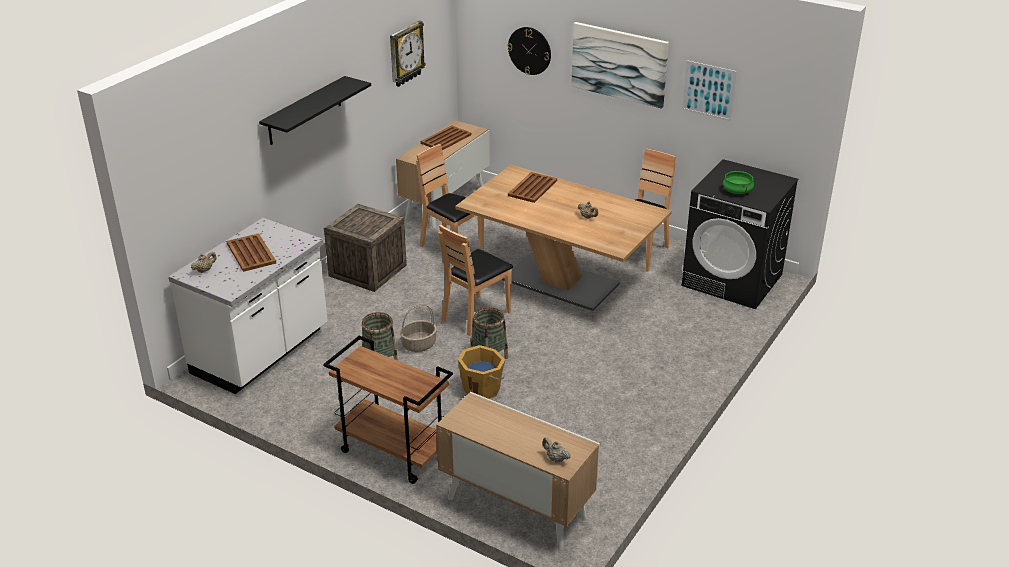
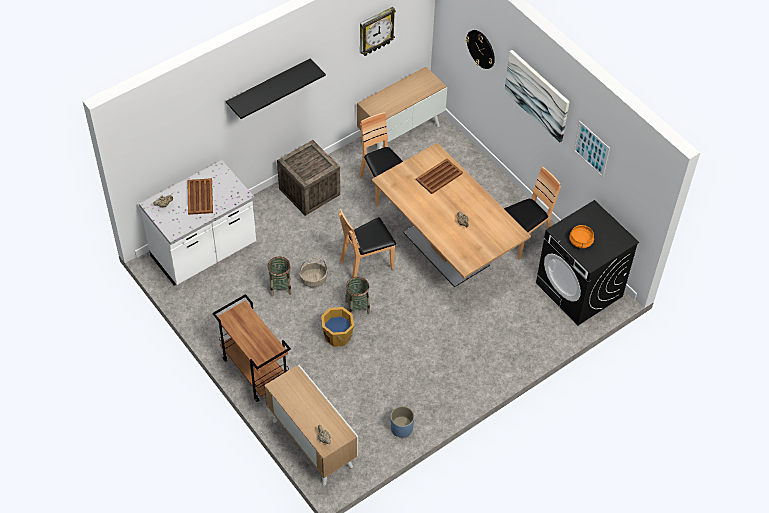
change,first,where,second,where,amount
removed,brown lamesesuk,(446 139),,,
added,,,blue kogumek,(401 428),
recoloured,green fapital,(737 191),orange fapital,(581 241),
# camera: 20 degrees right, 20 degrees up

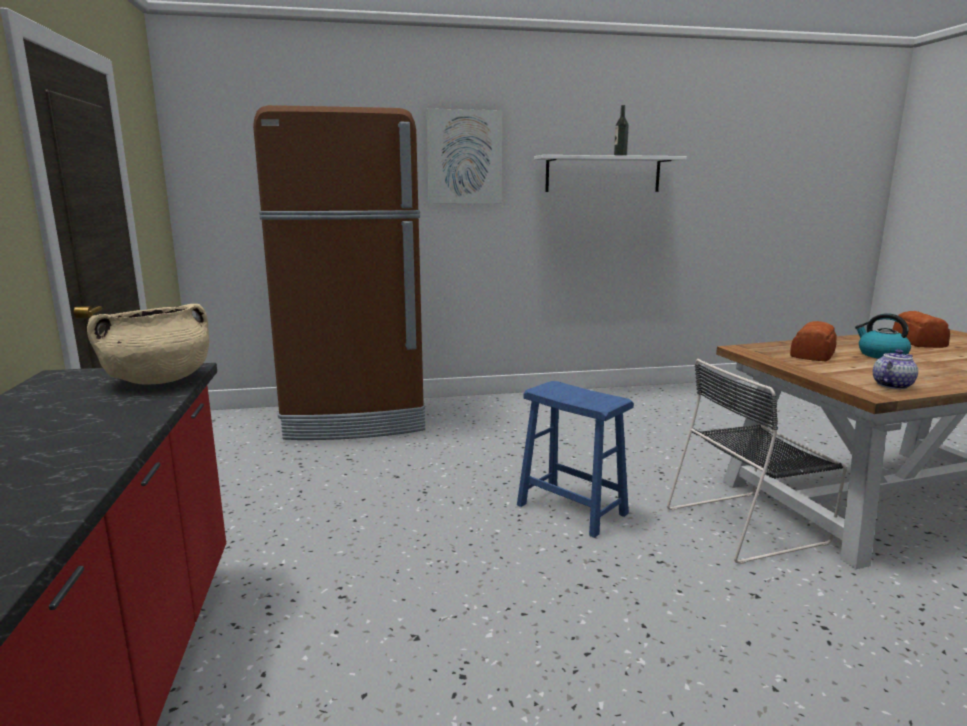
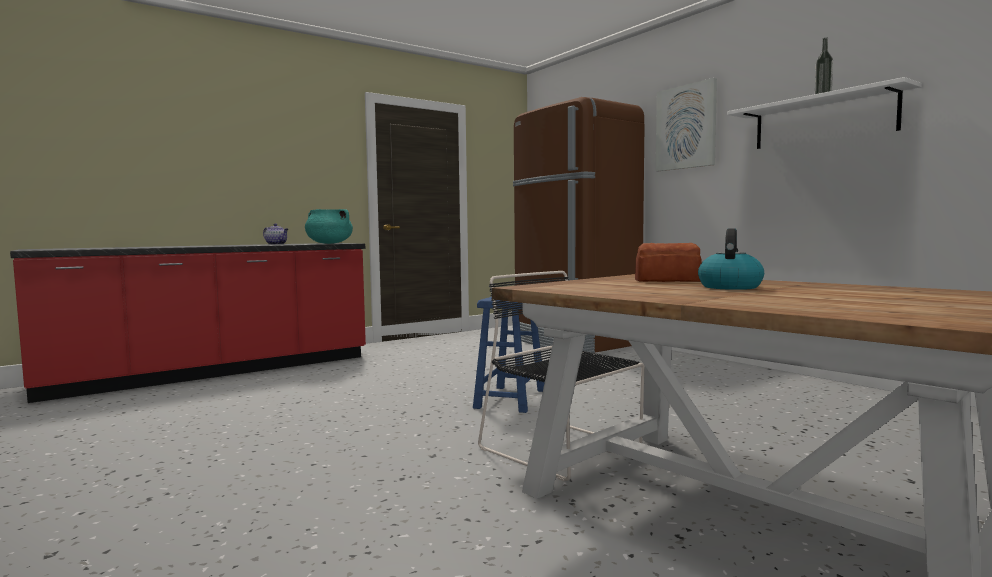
change,first,where,second,where,amount
removed,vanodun,(918 342),,,
moved,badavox,(892 385),,(276 244),
recoloured,beige fapital,(159 380),turquoise fapital,(329 243),
# camera: 65 degrees right, 10 degrees down

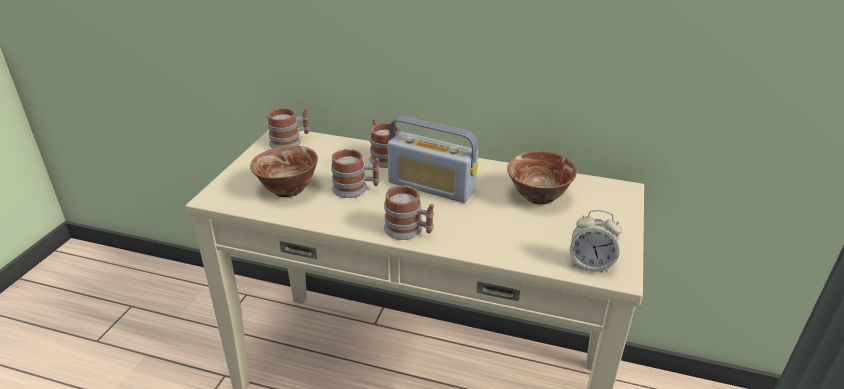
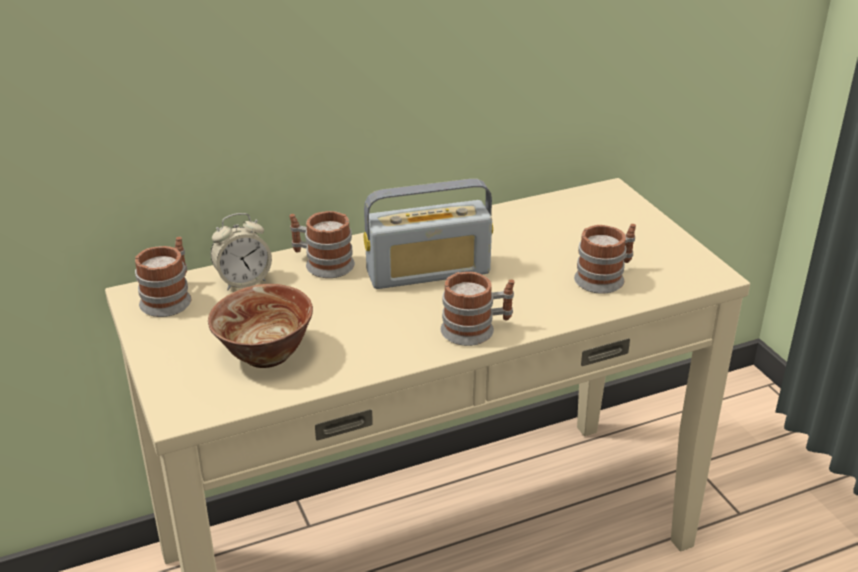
change,first,where,second,where,amount
removed,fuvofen,(538 196),,,
moved,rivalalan,(356 189),,(605 277),
moved,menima,(590 264),,(243 281),
# camera: 40 degrees left, 0 degrees up

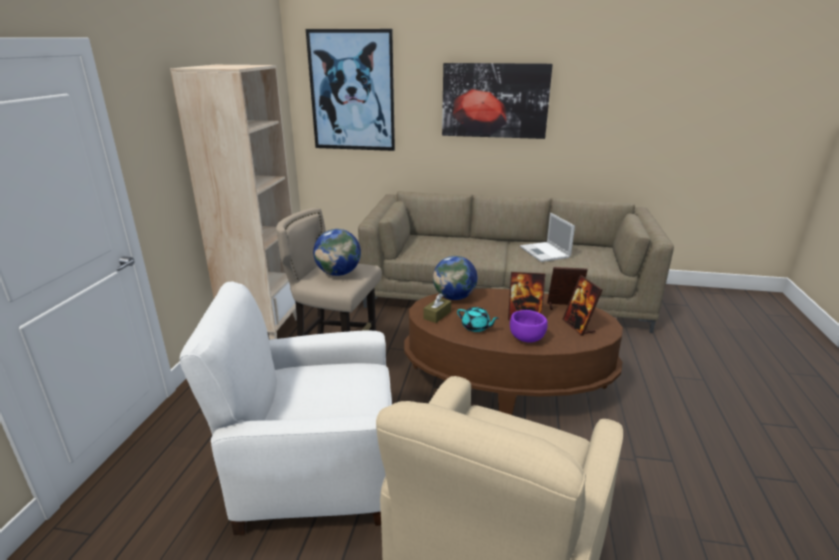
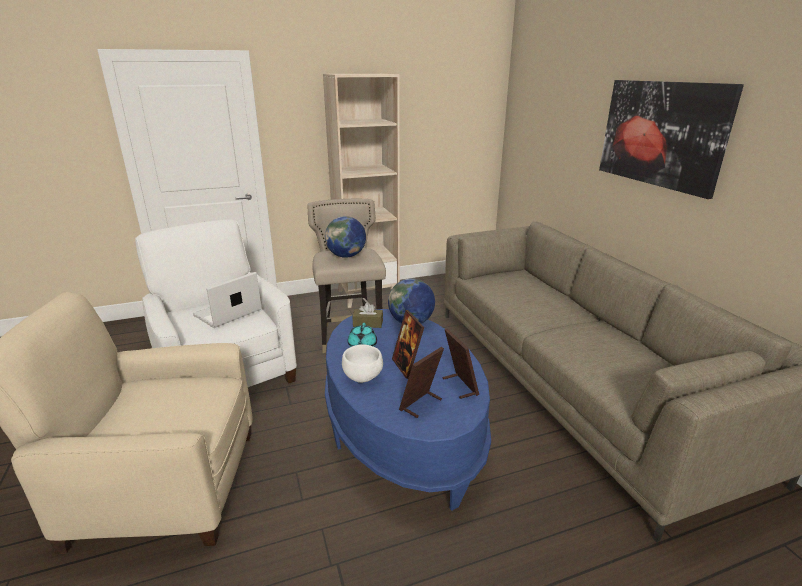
change,first,where,second,where,amount
removed,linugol,(352 91),,,
moved,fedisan,(545 252),,(227 313),
recoloured,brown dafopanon,(506 382),blue dafopanon,(402 430),
recoloured,purple fuvofen,(527 339),white fuvofen,(362 377),
# camera: 60 degrees right, 0 degrees up

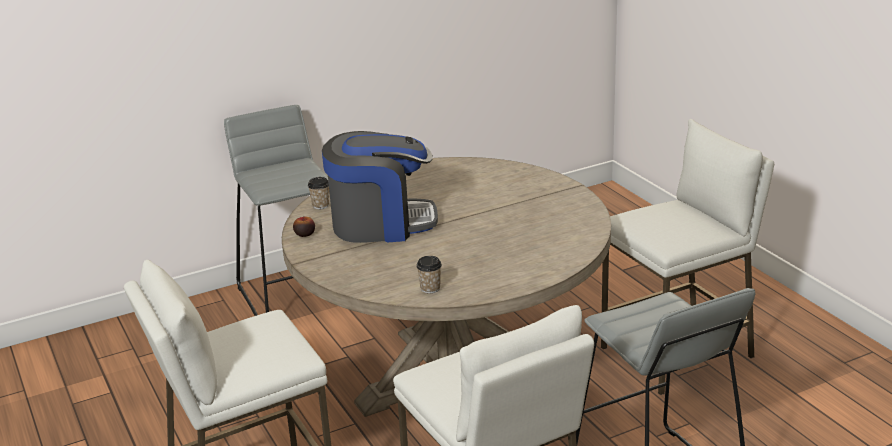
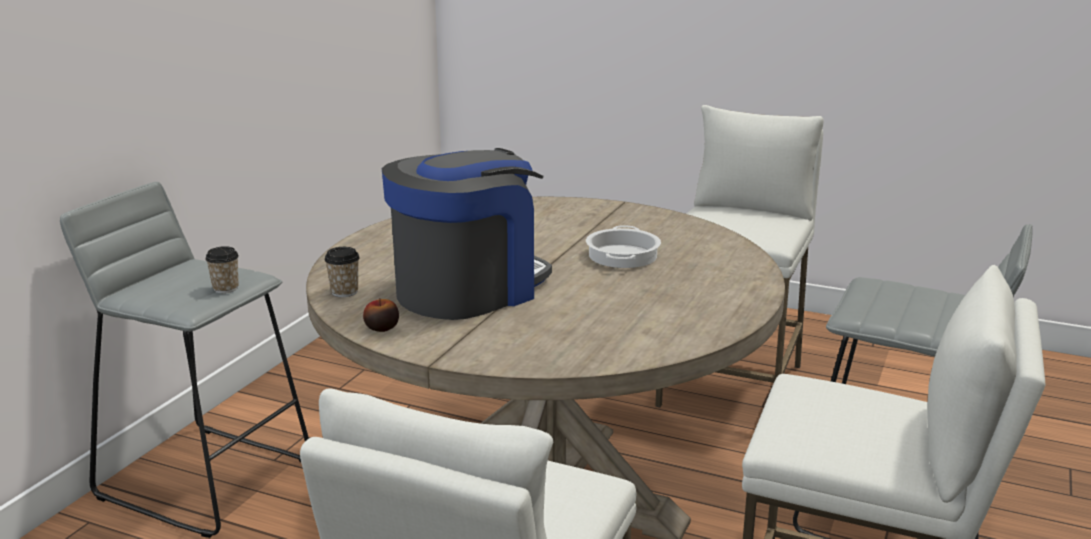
change,first,where,second,where,amount
added,,,fapital,(622 255),
moved,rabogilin,(430 288),,(225 288),
# camera: 40 degrees left, 5 degrees down

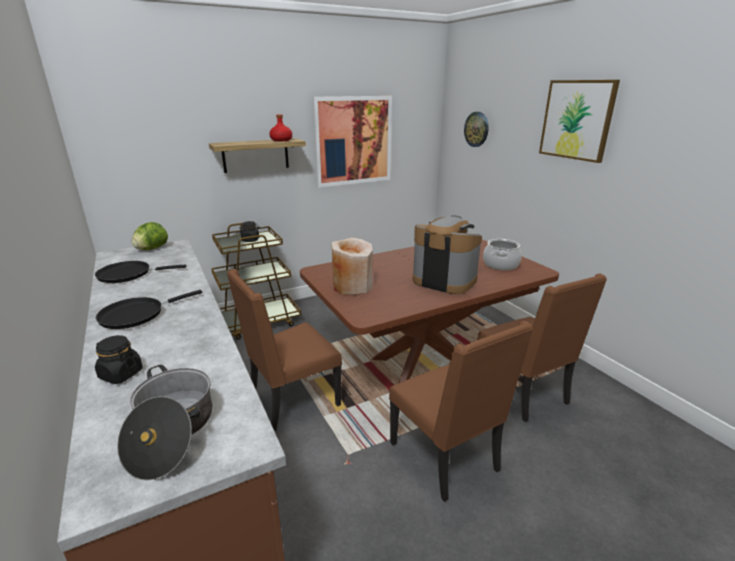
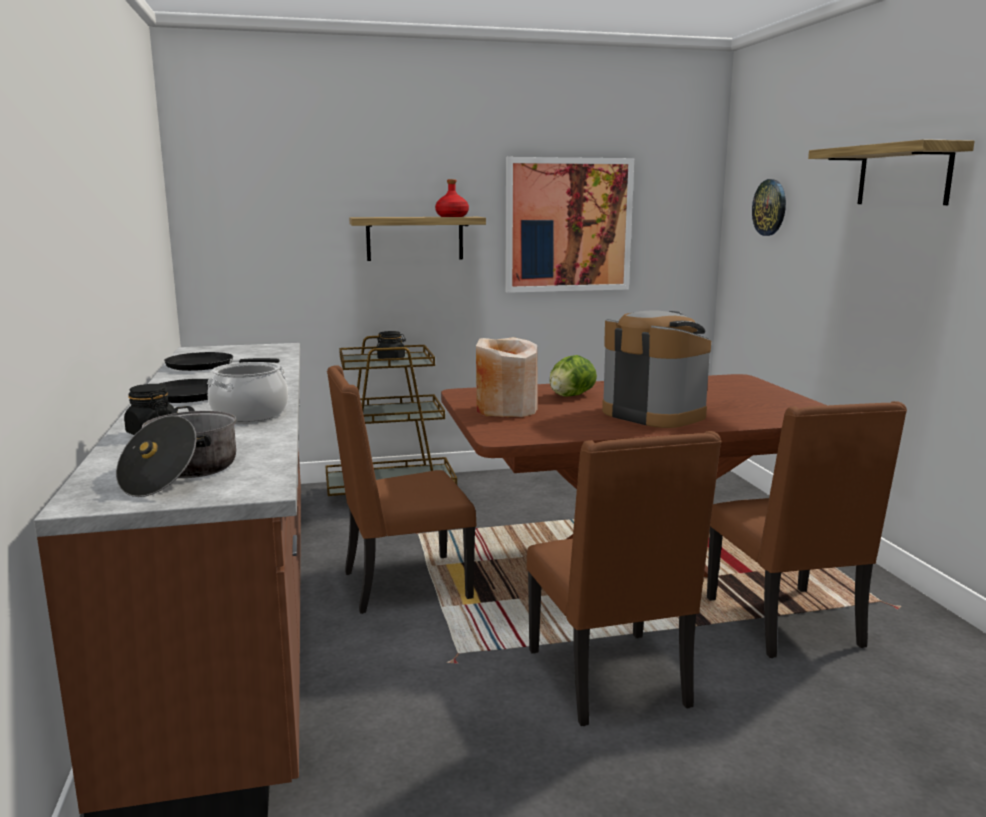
change,first,where,second,where,amount
moved,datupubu,(151 249),,(570 396),
moved,fapital,(501 265),,(250 414),
replaced,linugol,(577 120),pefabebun,(903 175),
# camera: 15 degrees right, 10 degrees down

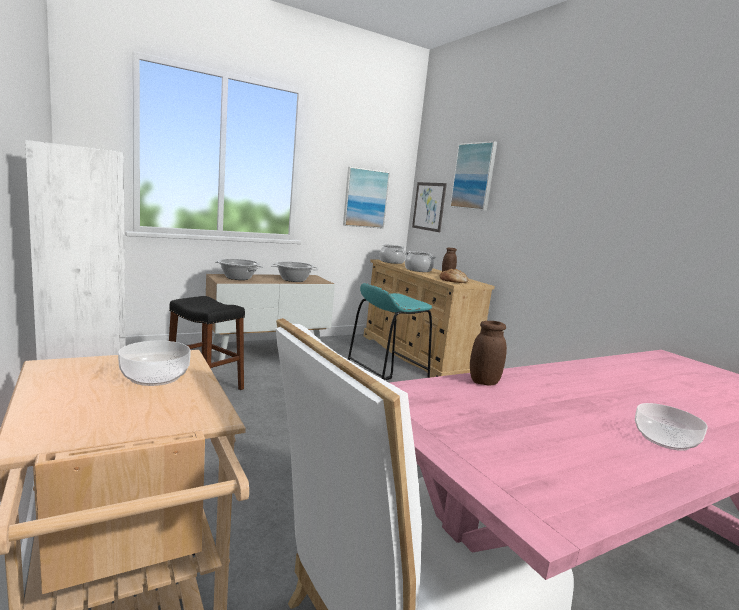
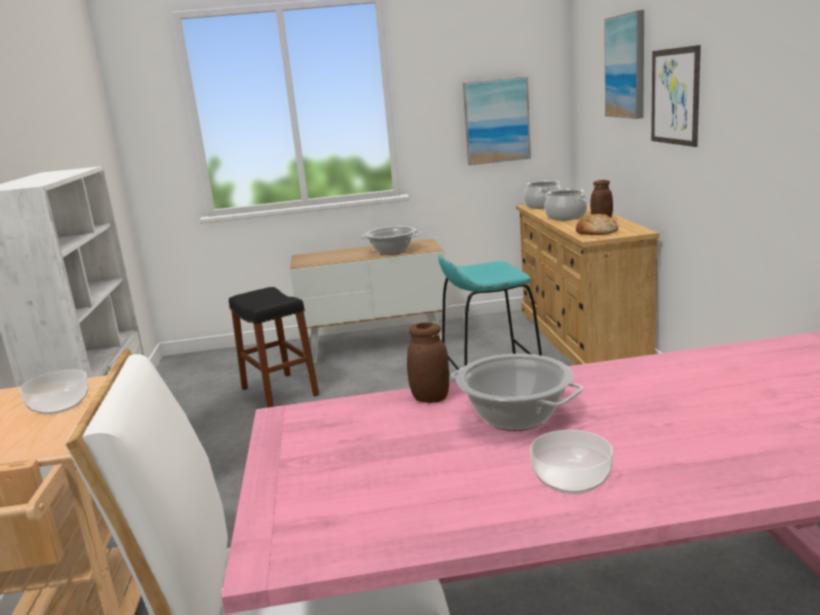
change,first,where,second,where,amount
moved,fapital,(238 278),,(515 417),
moved,linugol,(429 206),,(675 96),
# camera: 25 degrees right, 5 degrees up

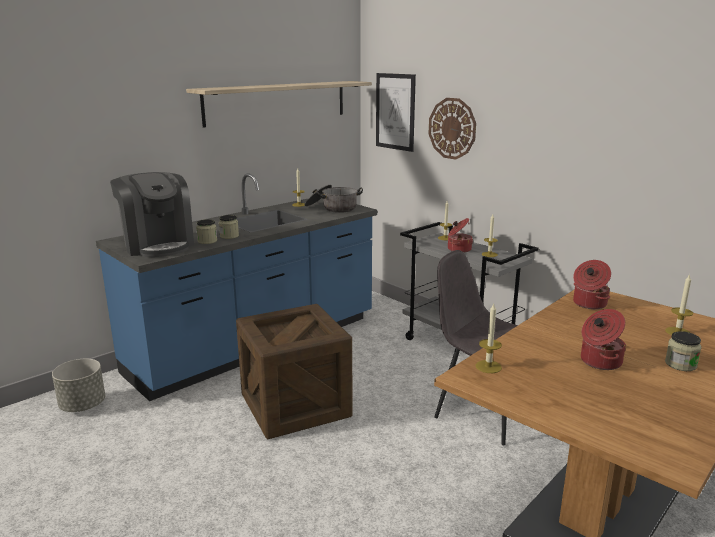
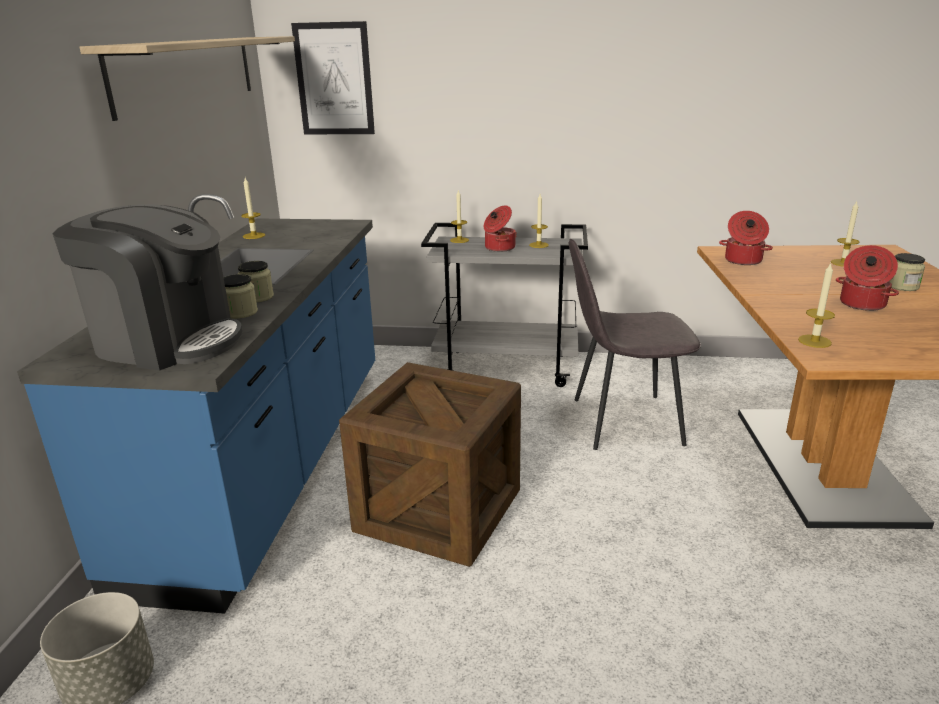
change,first,where,second,where,amount
removed,fapital,(332 208),,,
removed,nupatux,(452 128),,,
# camera: 40 degrees left, 5 degrees up

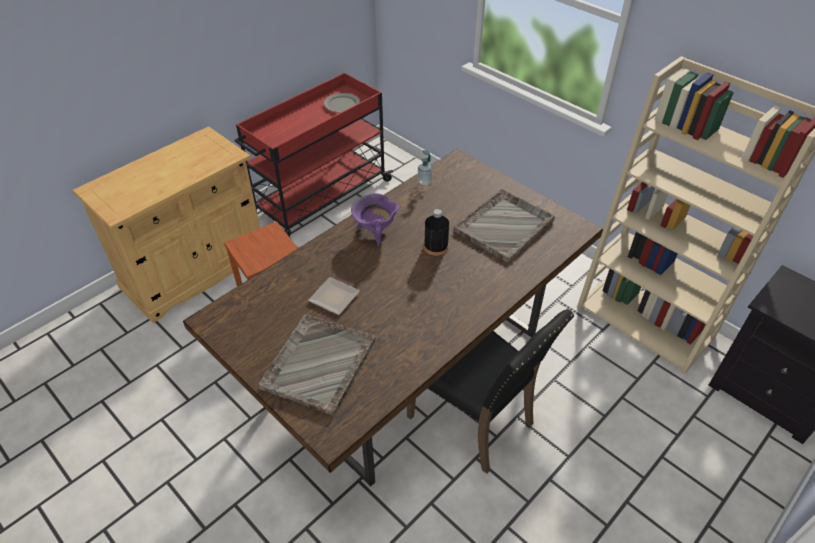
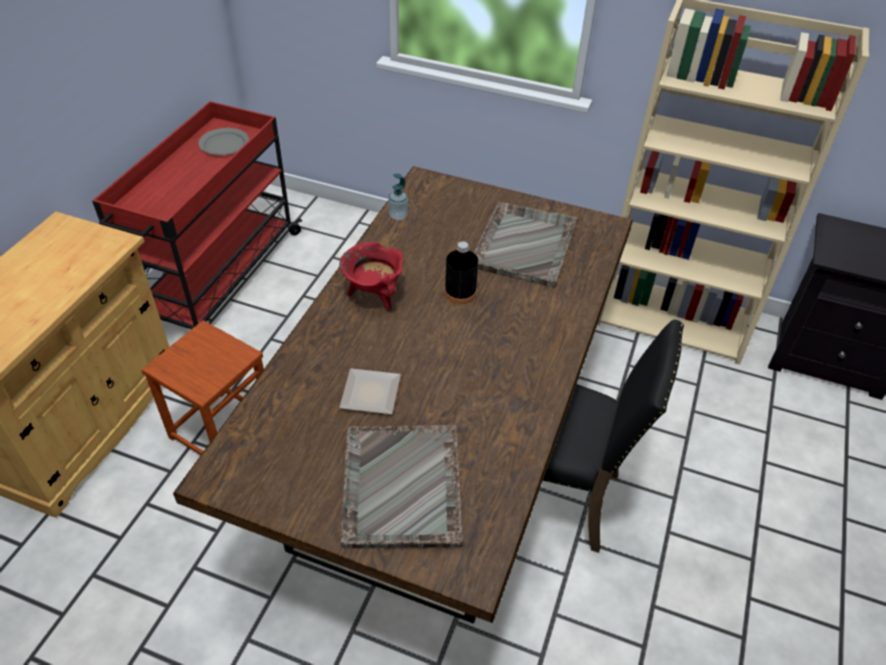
change,first,where,second,where,amount
recoloured,purple fapital,(375 233),red fapital,(374 295),
# camera: 25 degrees left, 0 degrees up

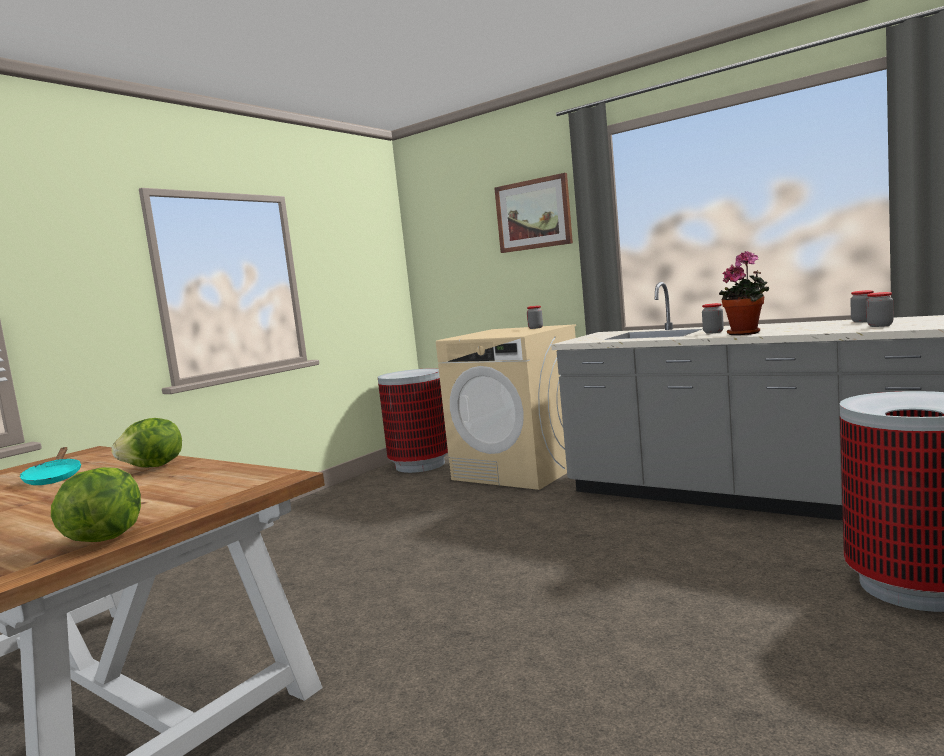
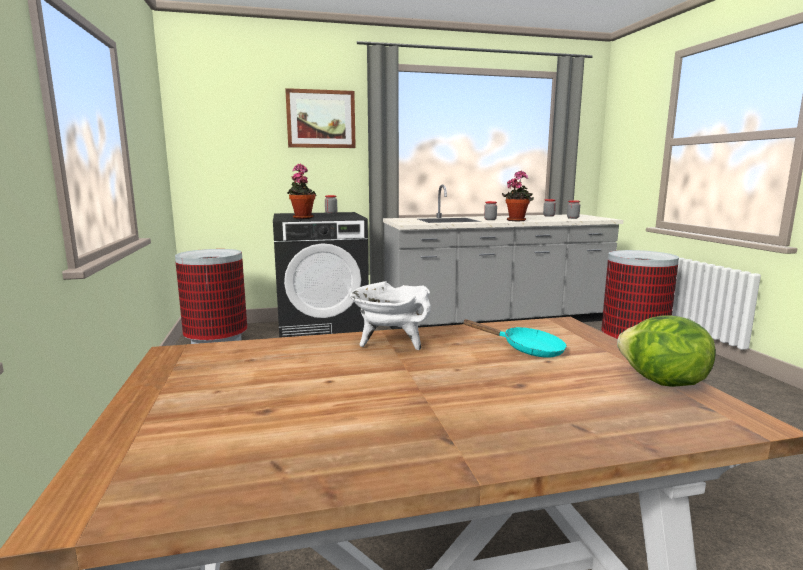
change,first,where,second,where,amount
added,,,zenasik,(302 218),
moved,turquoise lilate,(54 478),,(526 350),
replaced,datupubu,(154 467),white fapital,(391 343),
recoloured,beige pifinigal,(520 470),black pifinigal,(323 331),
# camera: 50 degrees left, 5 degrees up

